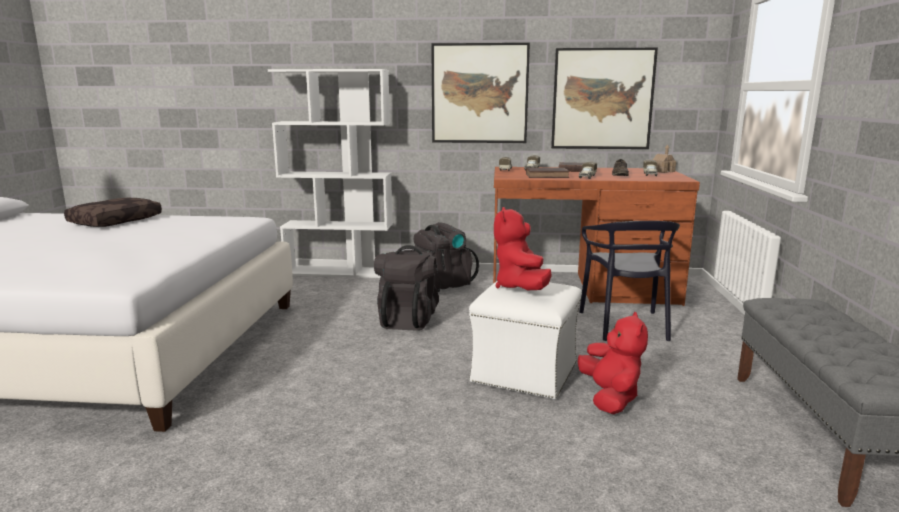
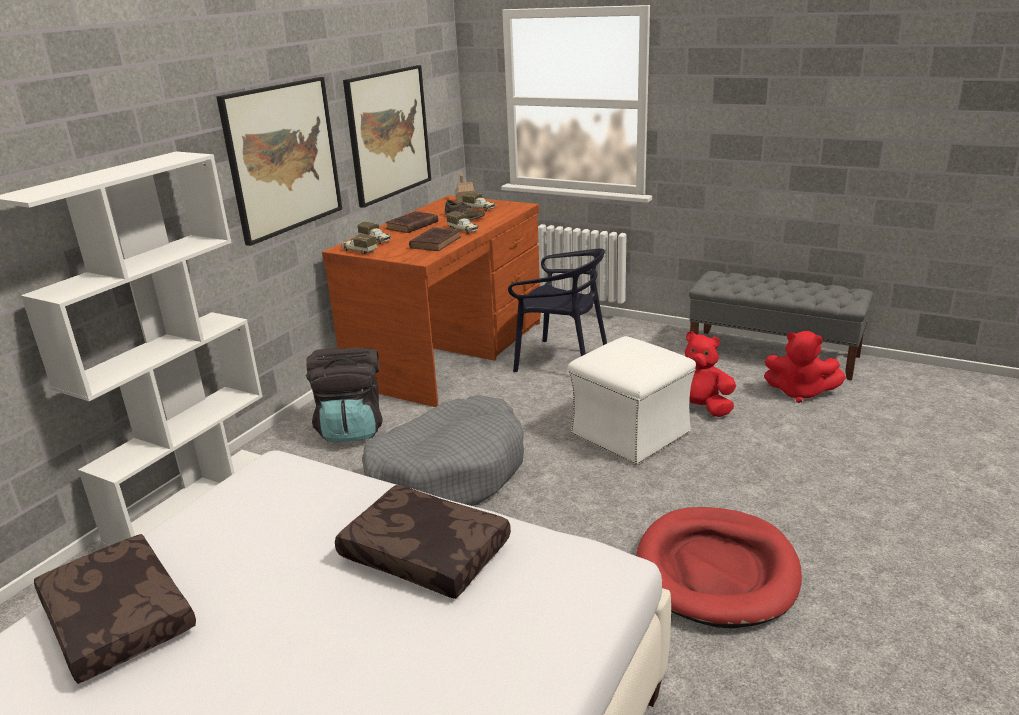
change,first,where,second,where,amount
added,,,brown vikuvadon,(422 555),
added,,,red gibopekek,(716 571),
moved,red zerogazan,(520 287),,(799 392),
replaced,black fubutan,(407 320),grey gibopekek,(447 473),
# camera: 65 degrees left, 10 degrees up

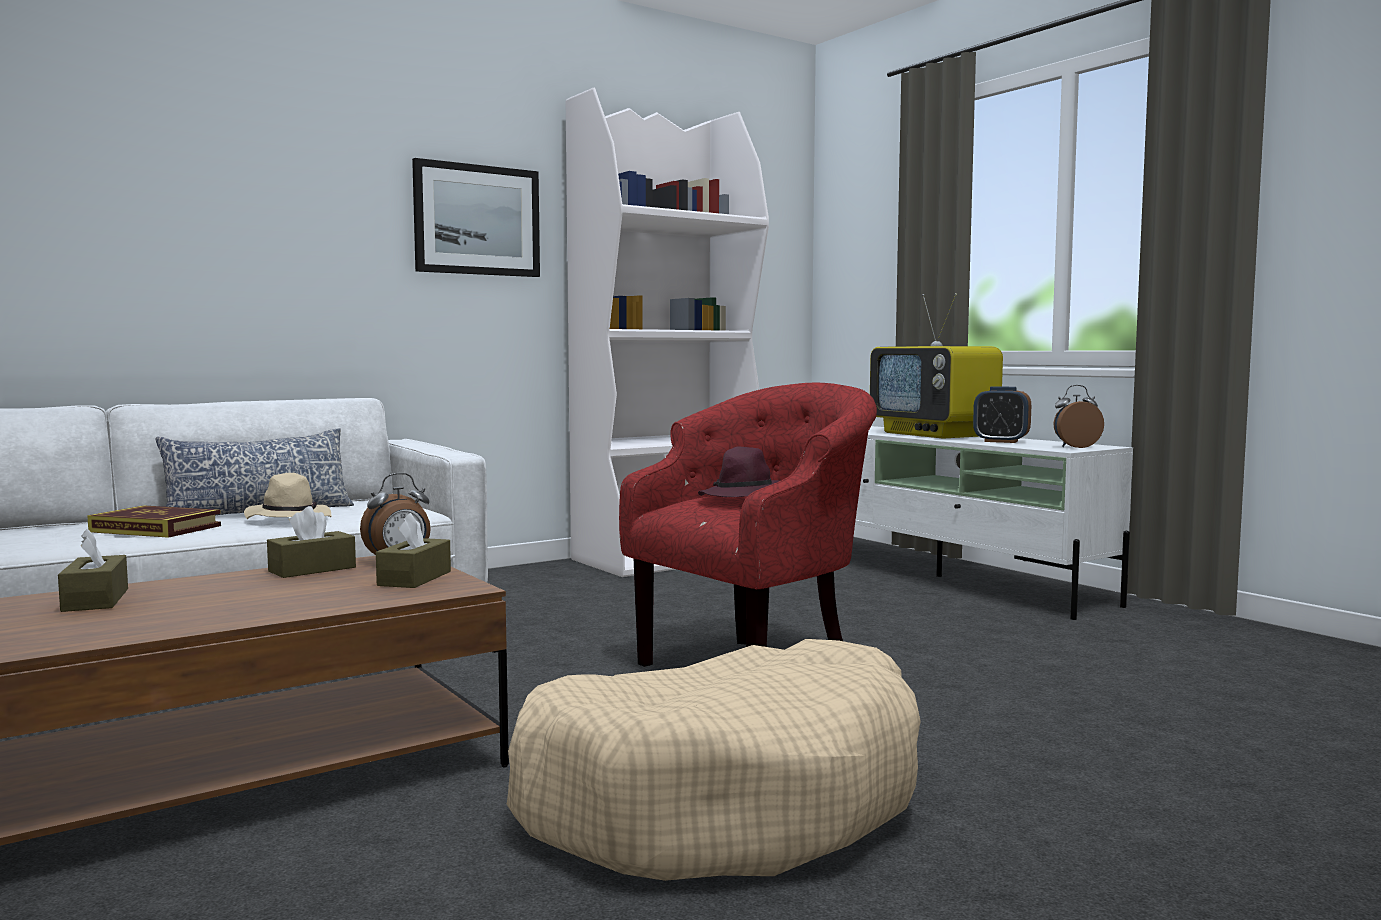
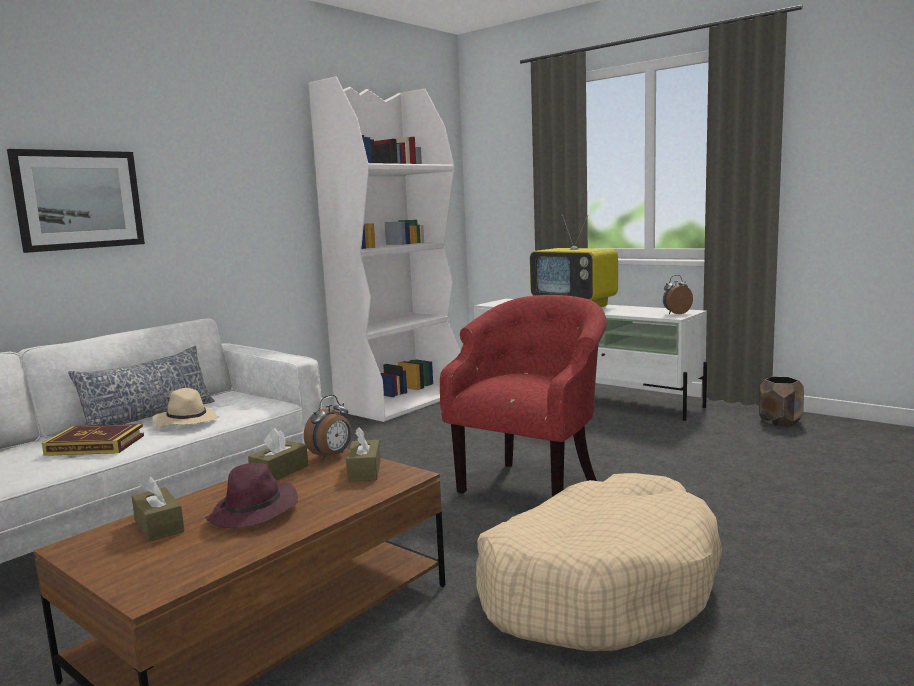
change,first,where,second,where,amount
removed,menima,(1001 441),,,
added,,,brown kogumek,(780 421),
moved,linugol,(477 220),,(79 200),
moved,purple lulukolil,(745 497),,(254 512),
# camera: 15 degrees left, 5 degrees up

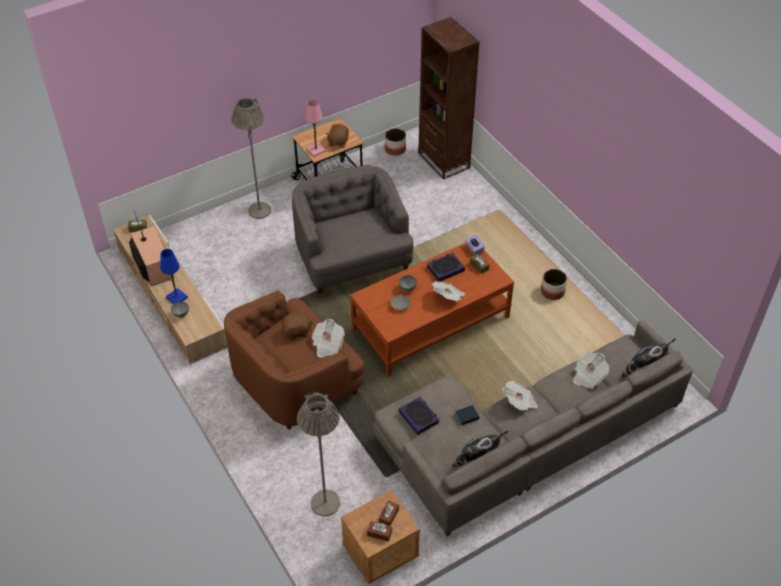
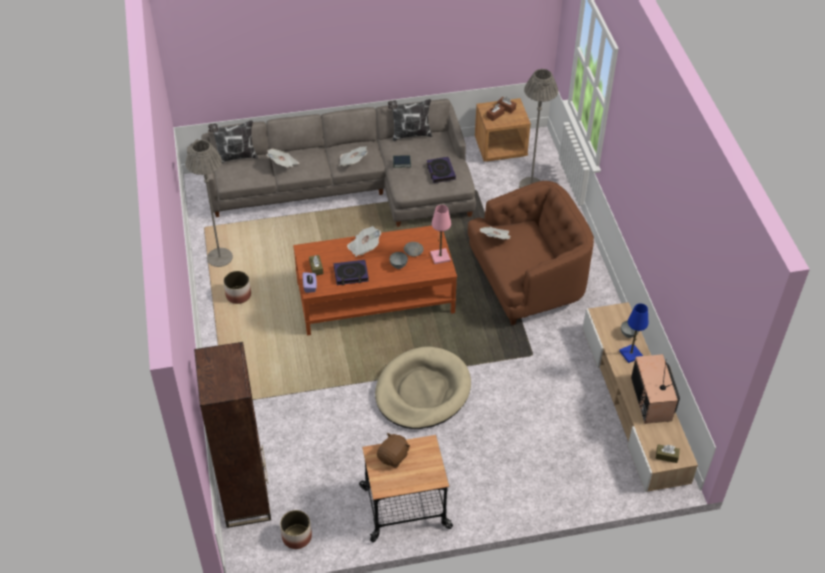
change,first,where,second,where,amount
removed,brown zerogazan,(297 332),,,
moved,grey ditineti,(259 210),,(219 258),
moved,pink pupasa,(316 150),,(440 257),
replaced,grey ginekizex,(351 258),beige gibopekek,(422 391),
# camera: 160 degrees left, 0 degrees up

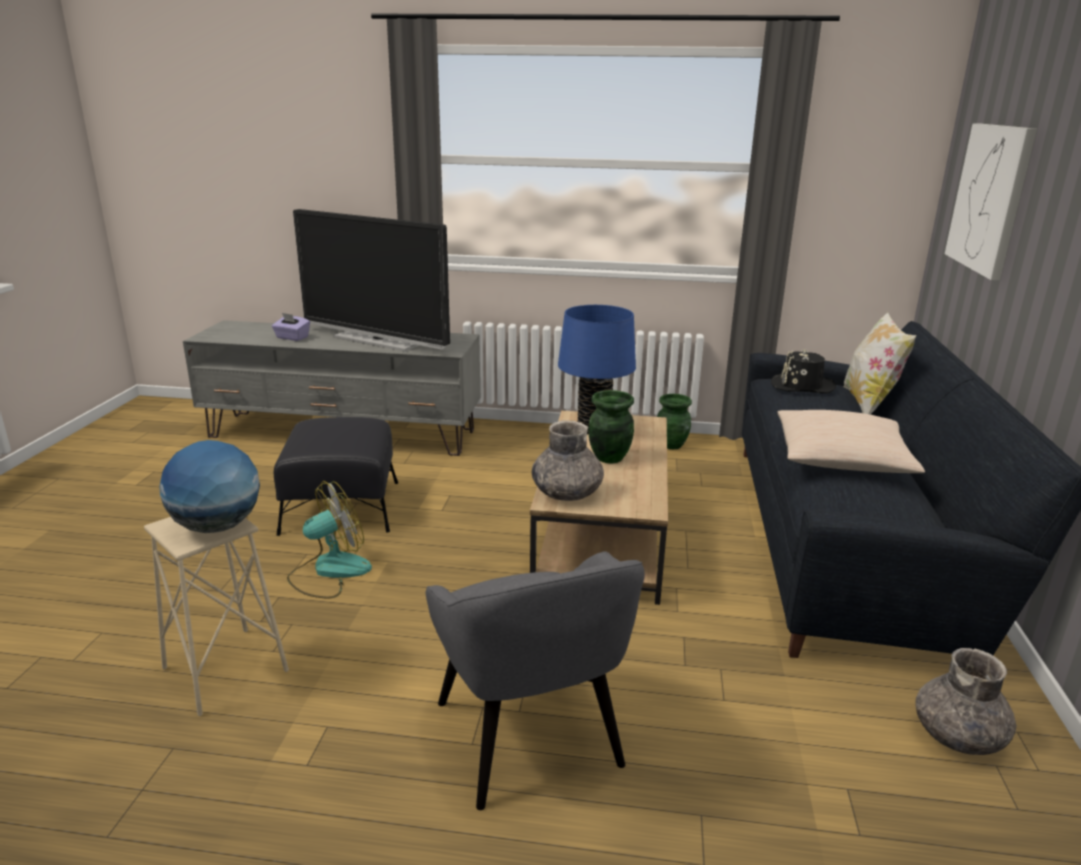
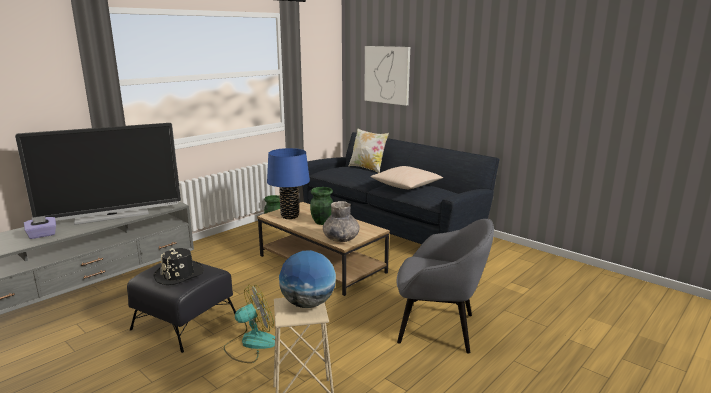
change,first,where,second,where,amount
removed,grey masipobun,(958 736),,,
moved,black lulukolil,(802 386),,(179 274),
turned,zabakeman,(329 571),,(251 344),60 degrees clockwise
# camera: 55 degrees left, 5 degrees down

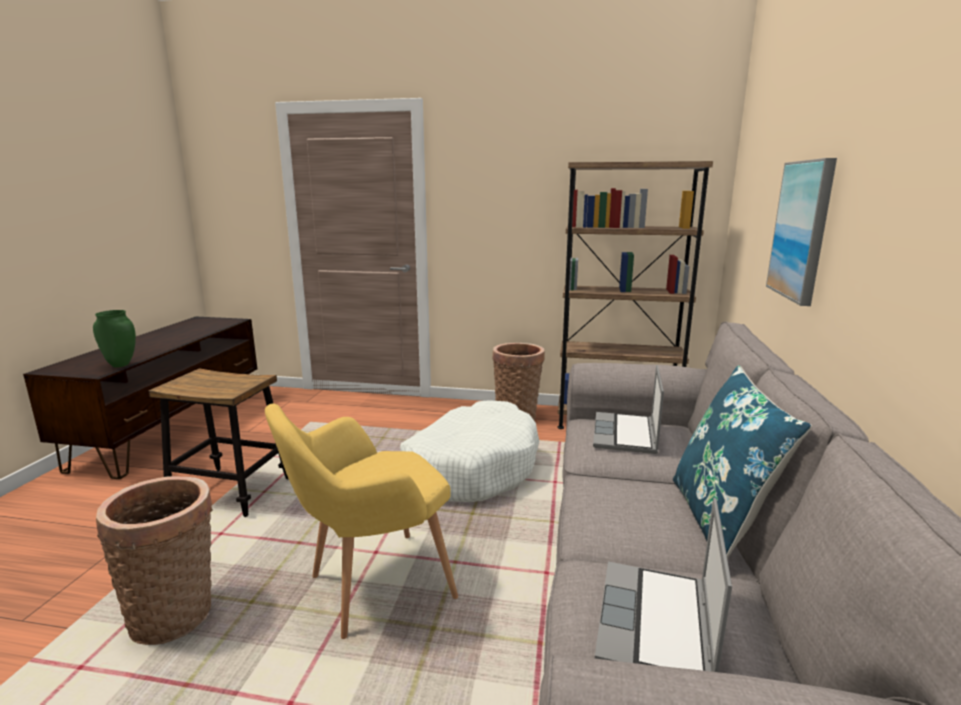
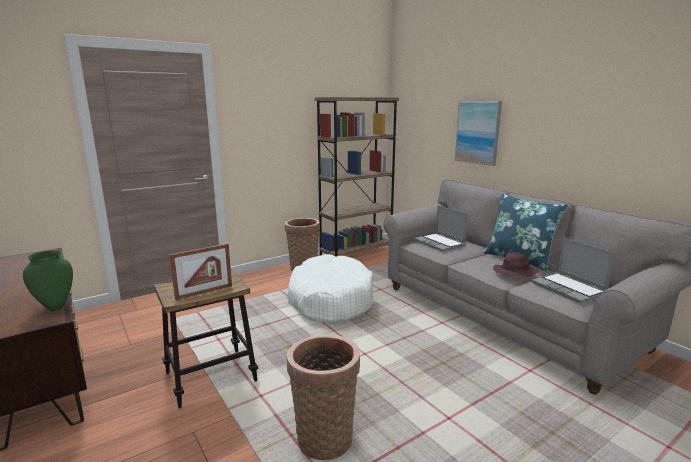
change,first,where,second,where,amount
removed,yellow ginekizex,(371 588),,,
added,,,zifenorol,(204 292),
added,,,purple lulukolil,(514 272),
# camera: 45 degrees left, 0 degrees up

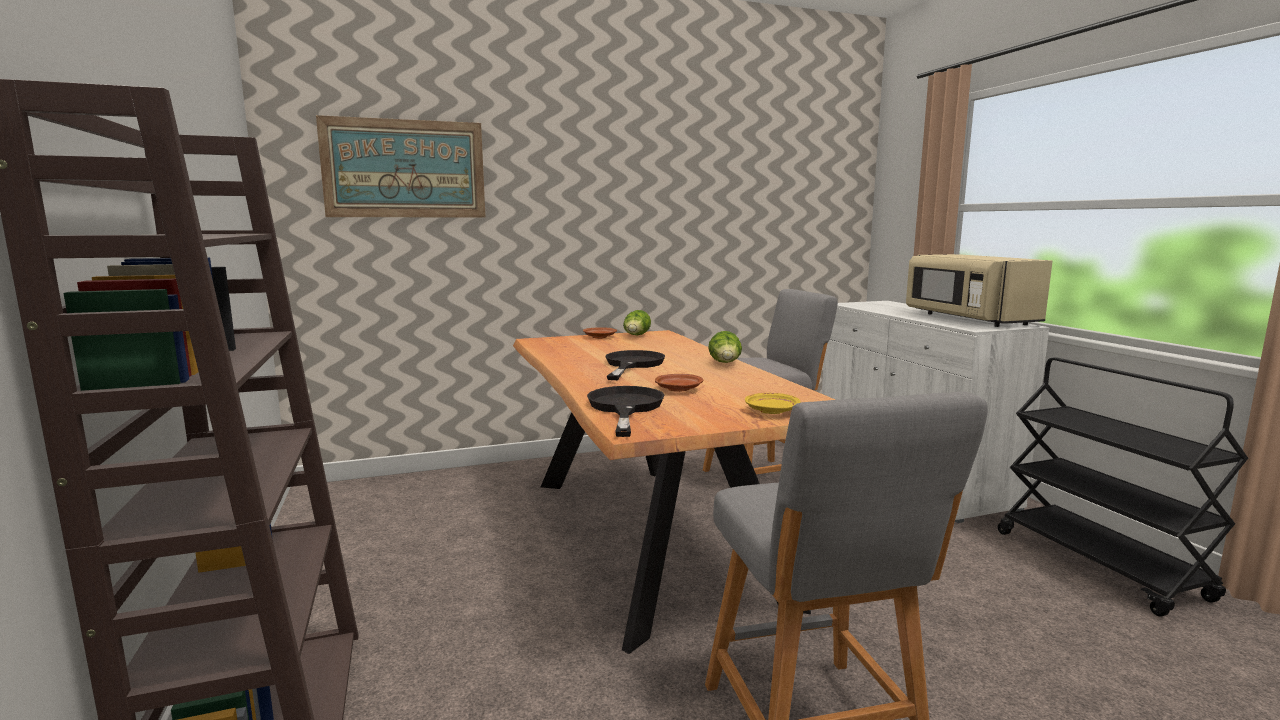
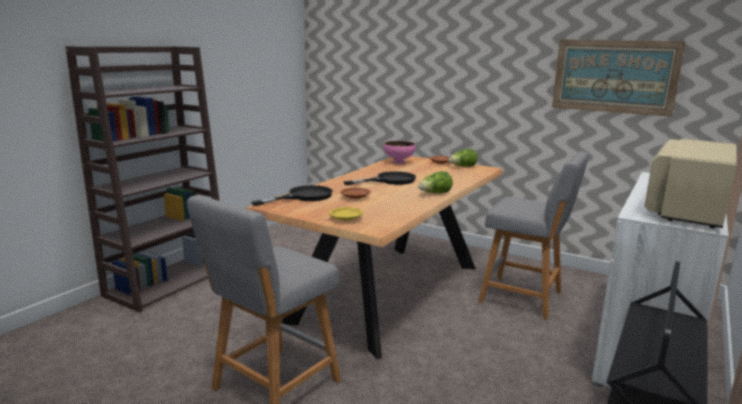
change,first,where,second,where,amount
added,,,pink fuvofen,(399 162),
moved,linugol,(405 169),,(614 76),
# camera: 50 degrees right, 5 degrees up

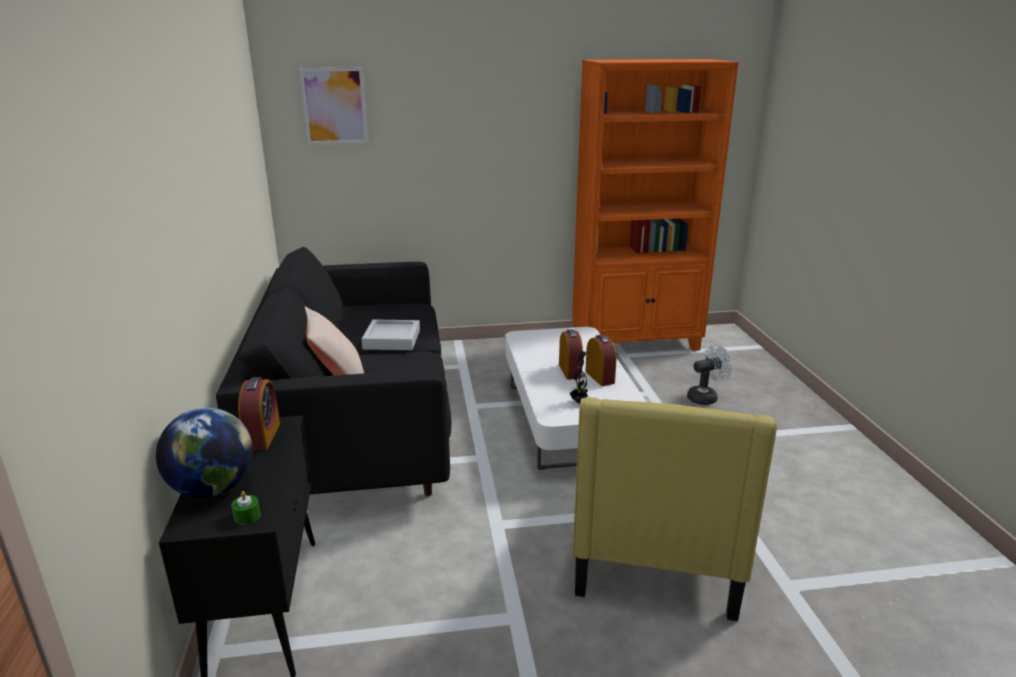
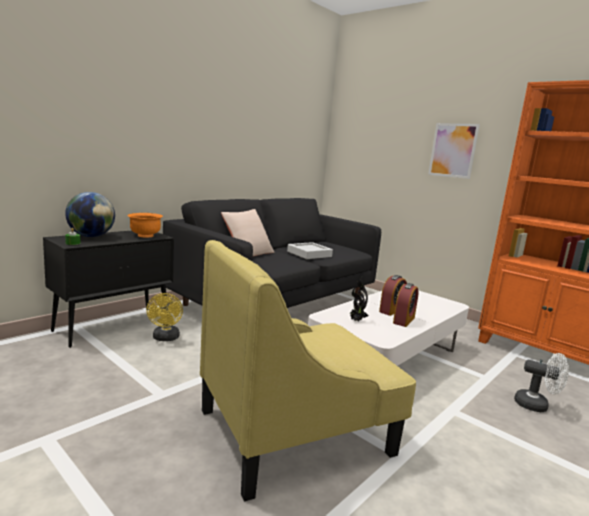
change,first,where,second,where,amount
added,,,yellow zabakeman,(165 338),
moved,linugol,(334 106),,(453 150),
replaced,menima,(262 436),orange fuvofen,(145 235),
# camera: 50 degrees right, 10 degrees down

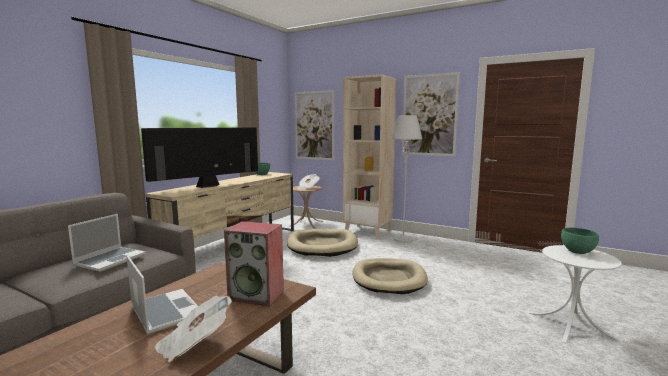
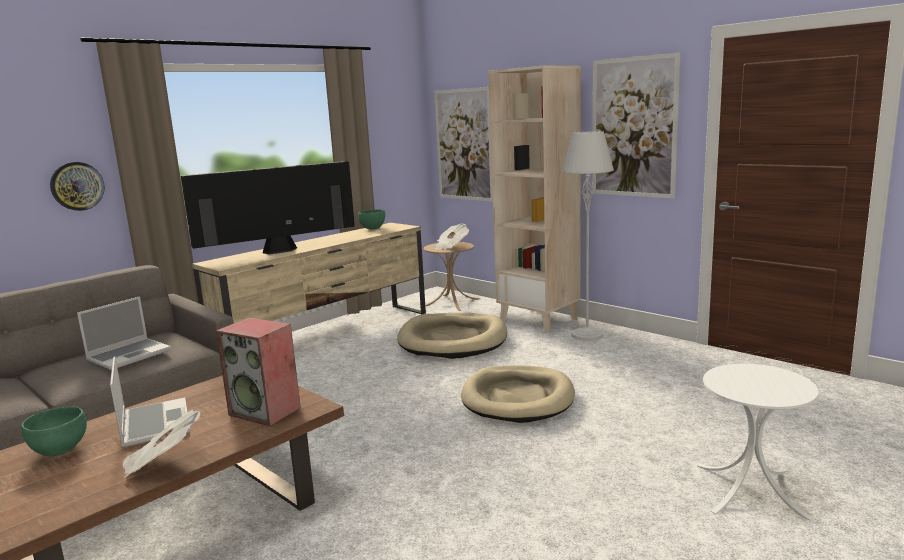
change,first,where,second,where,amount
added,,,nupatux,(77 186),
moved,green fuvofen,(577 251),,(59 450),
# camera: 15 degrees right, 5 degrees up

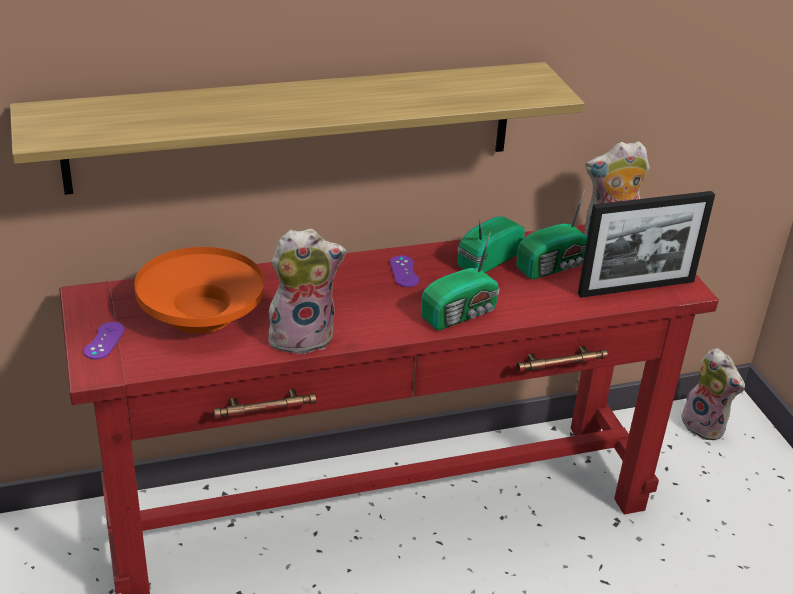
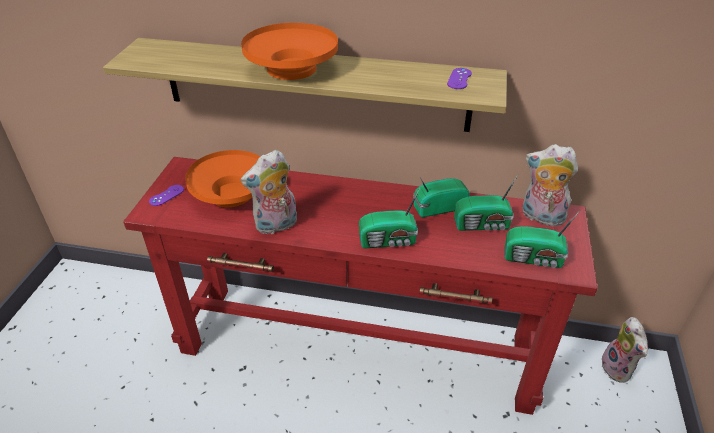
change,first,where,second,where,amount
added,,,orange fuvofen,(292 69),
moved,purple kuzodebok,(404 271),,(459 79),
replaced,zifenorol,(636 287),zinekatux,(534 259),
turned,zerogazan,(302 336),,(276 226),135 degrees clockwise
# camera: 30 degrees right, 5 degrees up

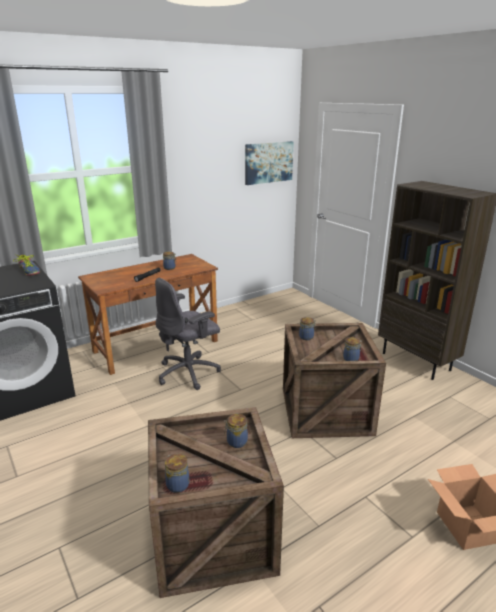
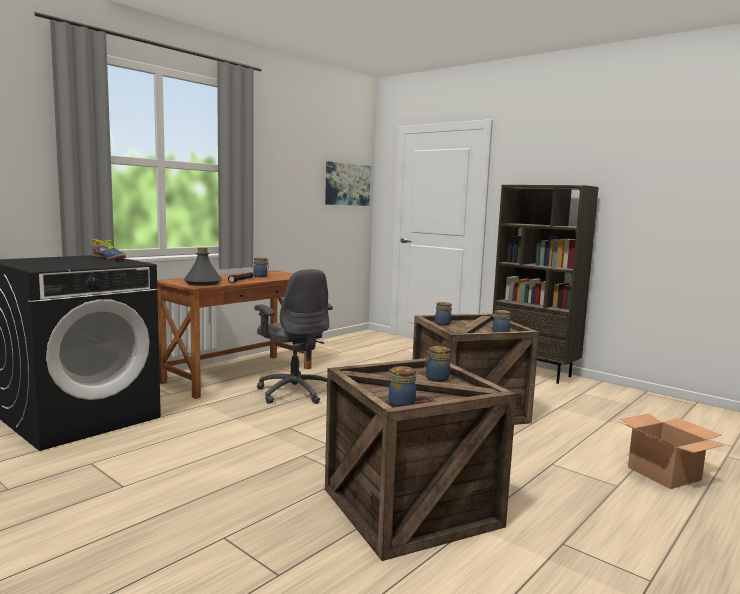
change,first,where,second,where,amount
added,,,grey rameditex,(203 283),
turned,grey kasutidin,(189 373),,(294 392),75 degrees counterclockwise
# camera: 15 degrees left, 15 degrees down

